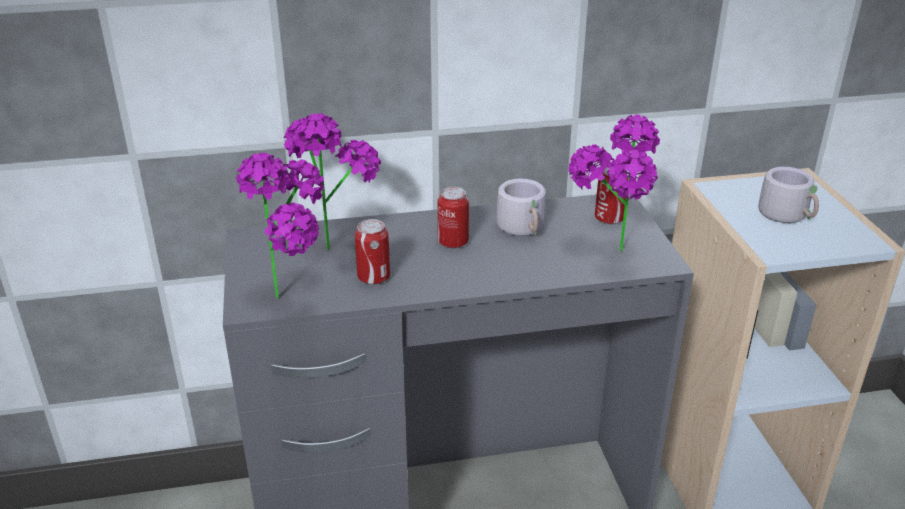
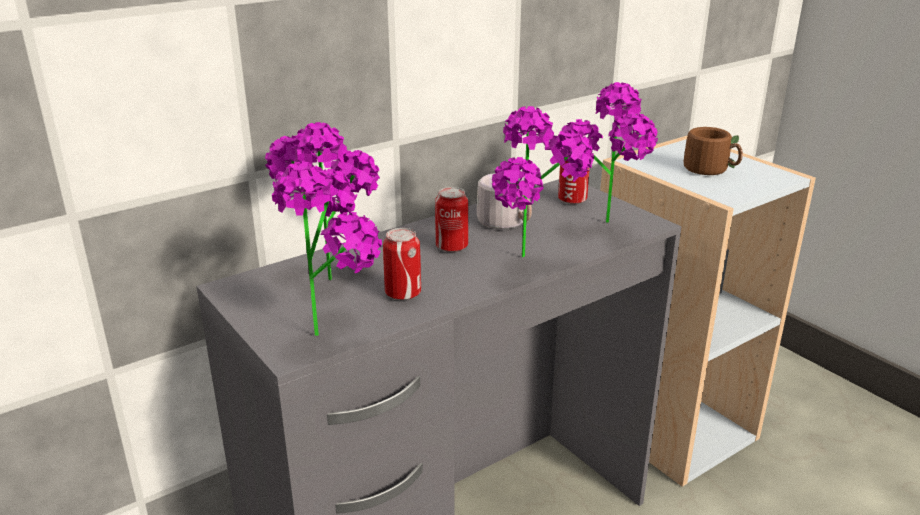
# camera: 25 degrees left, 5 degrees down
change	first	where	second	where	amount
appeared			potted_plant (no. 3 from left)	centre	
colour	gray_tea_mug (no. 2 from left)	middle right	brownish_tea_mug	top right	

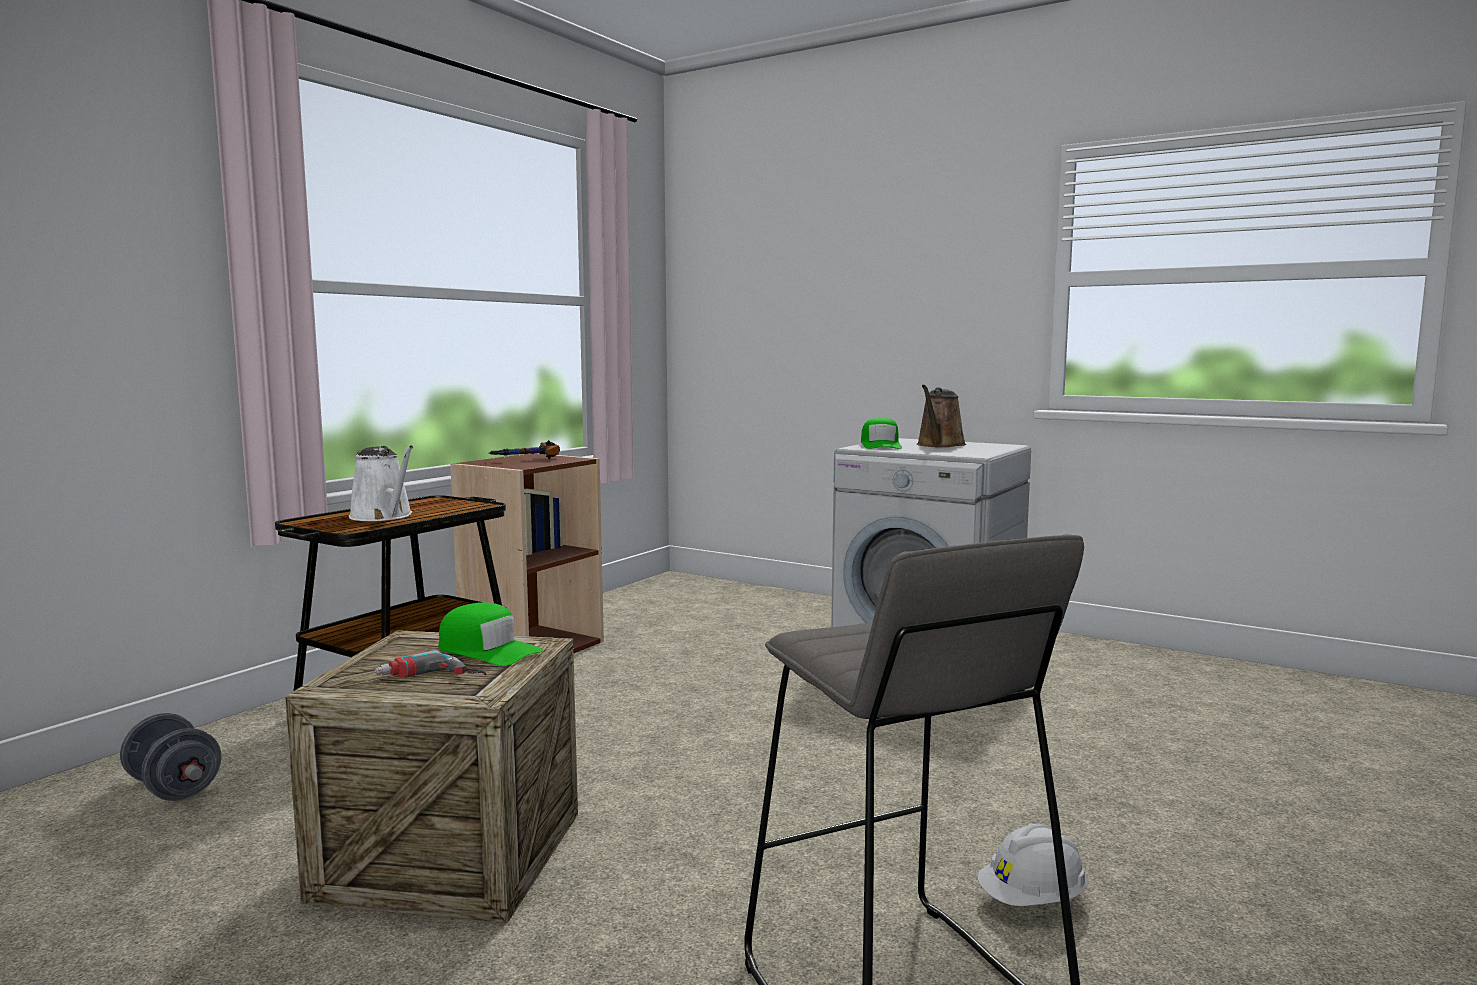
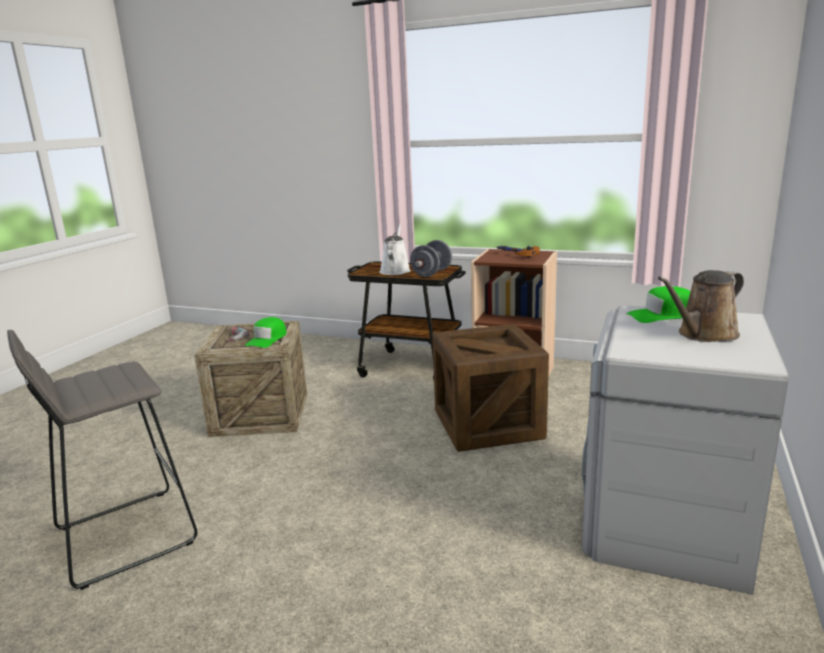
# camera: 80 degrees right, 10 degrees up
change	first	where	second	where	amount
missing	white_safety_helmet	bottom right			
appeared			shipping_crate (no. 2 from left)	centre	
relocated	gray_dumbbell	bottom left		centre	
spun	white_watering_can	middle left		centre	150 degrees clockwise
spun	brownish_watering_can	centre		middle right	45 degrees counterclockwise

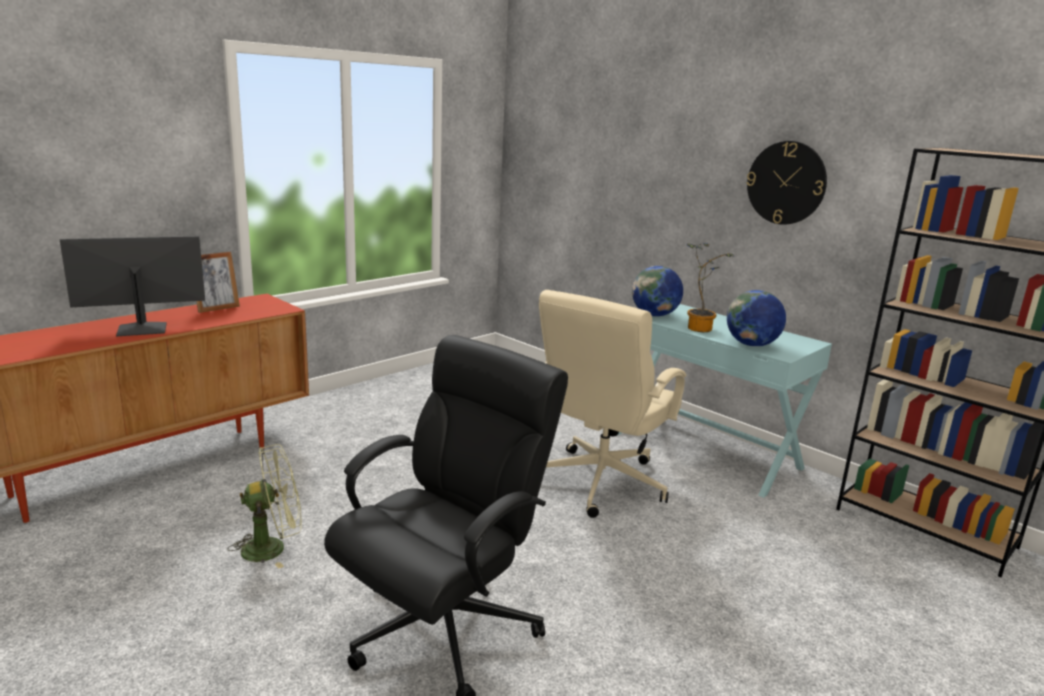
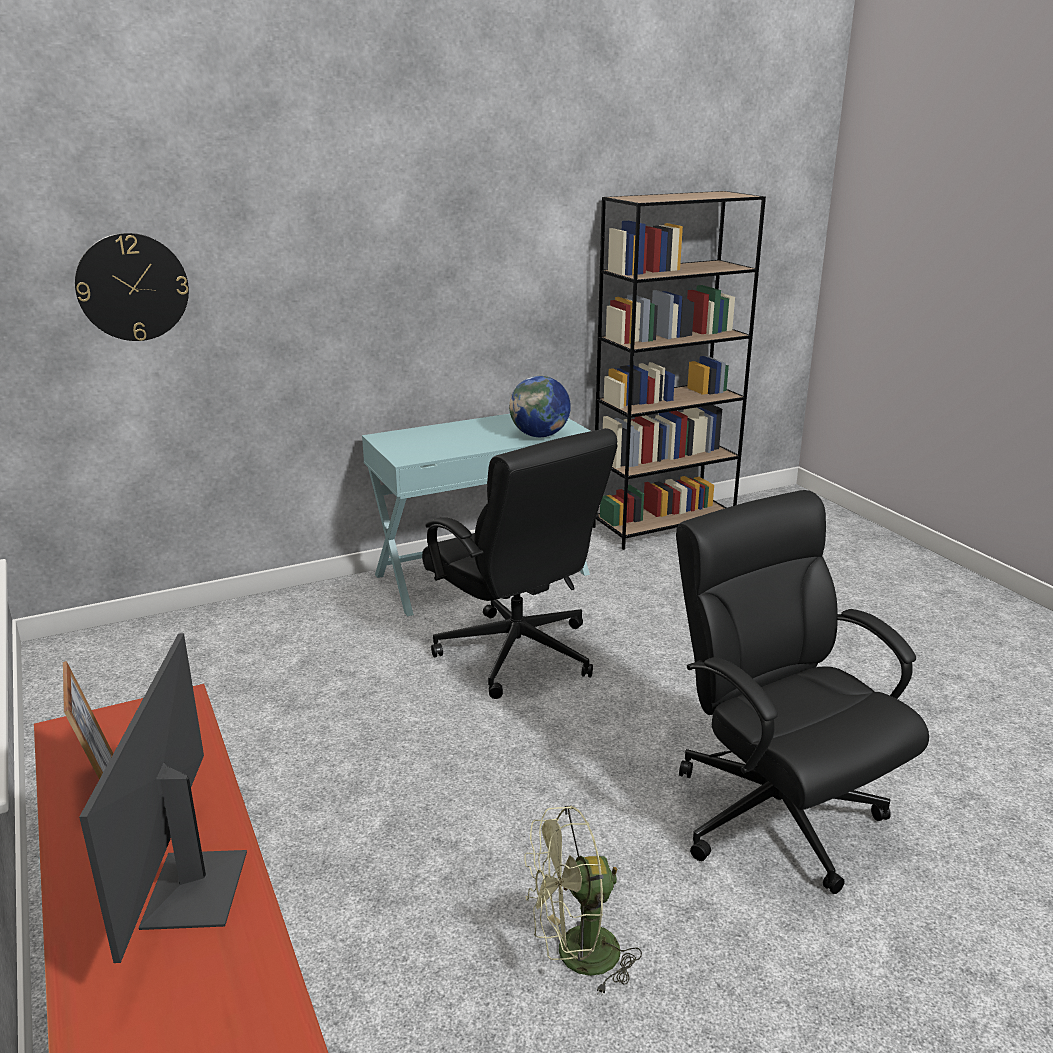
# camera: 70 degrees left, 5 degrees up
change	first	where	second	where	amount
missing	desk_globe (no. 1 from left)	centre			
missing	potted_plant	middle right			
relocated	wall_clock	top right		top left	
colour	sand-coloured_desk_chair	centre	blackish_desk_chair (no. 1 from left)	centre	
spun	green_fan	bottom left		bottom centre	105 degrees counterclockwise

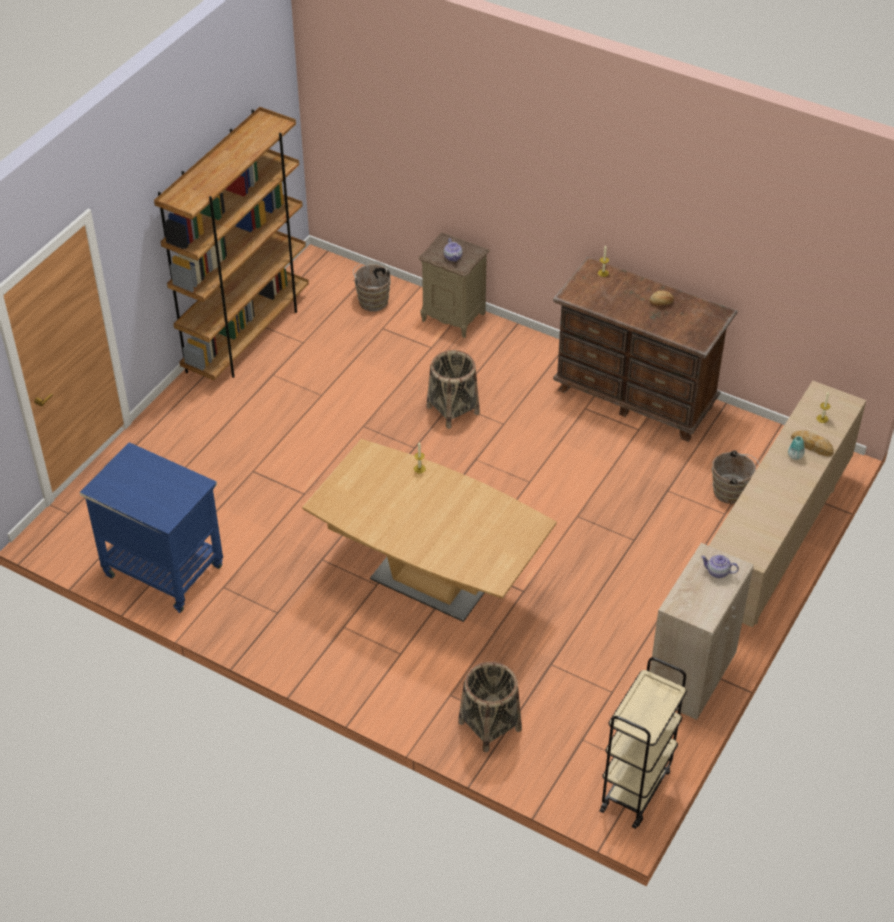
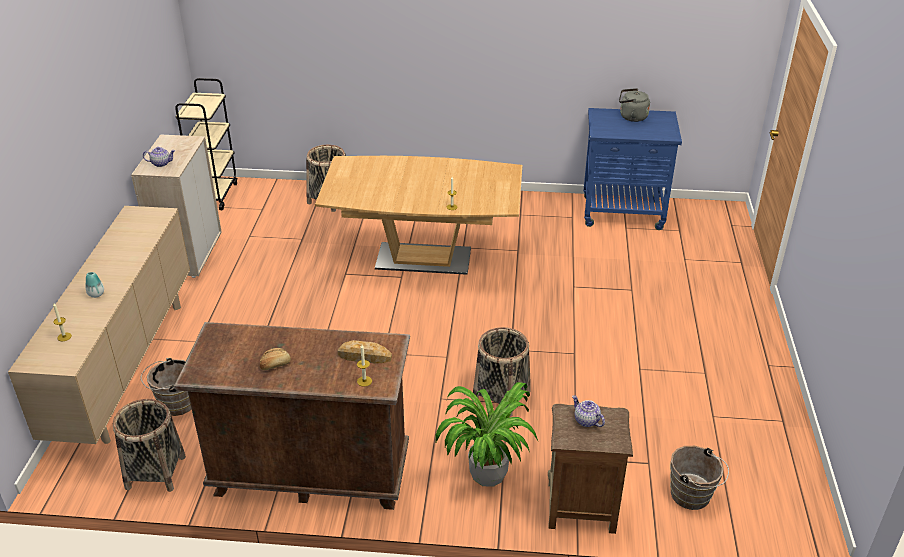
# camera: 155 degrees right, 10 degrees down
change	first	where	second	where	amount
missing	brownish_bookshelf	top left			
appeared			storage_basket (no. 1 from left)	bottom left	
appeared			potted_plant	bottom centre	
appeared			gray_tea_kettle	top right	
relocated	bread (no. 2 from left)	middle right		centre	

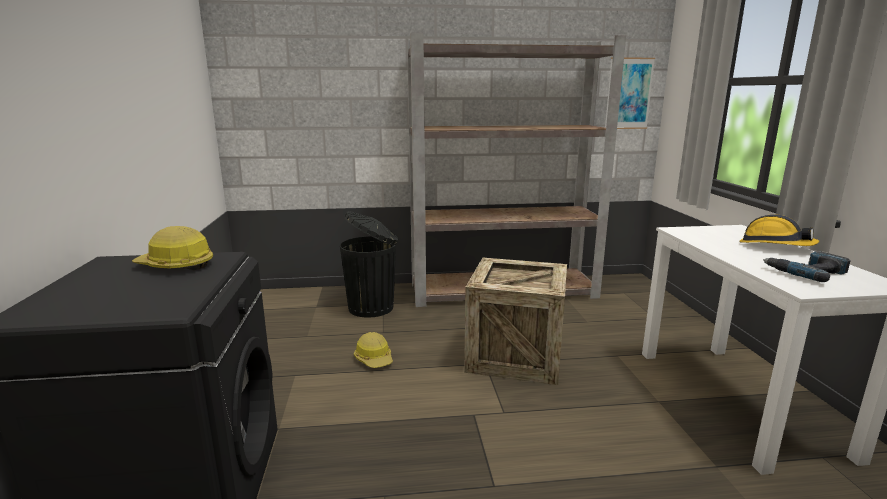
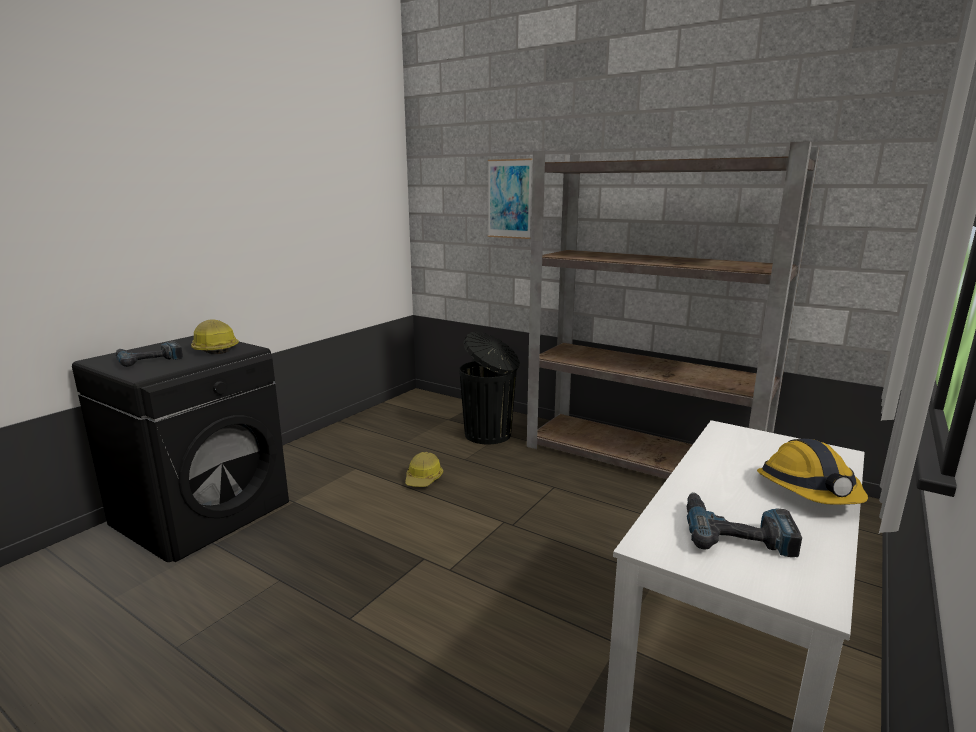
# camera: 40 degrees right, 0 degrees up
change	first	where	second	where	amount
missing	shipping_crate	centre			
appeared			power_drill (no. 1 from left)	middle left	
relocated	wall_art	top right		top centre	

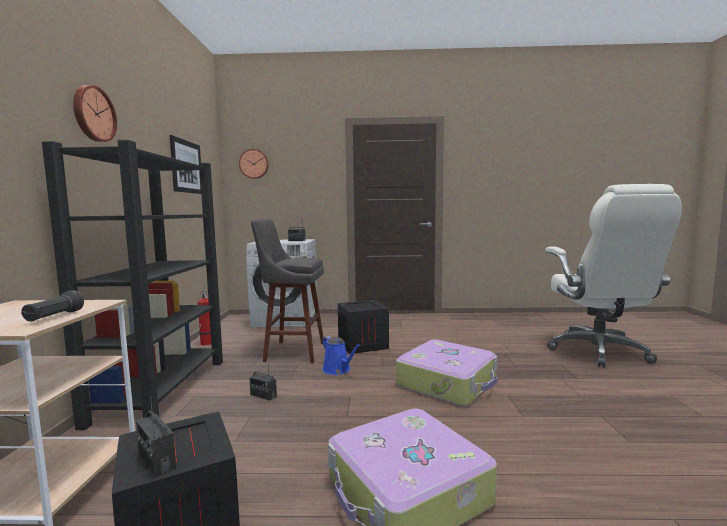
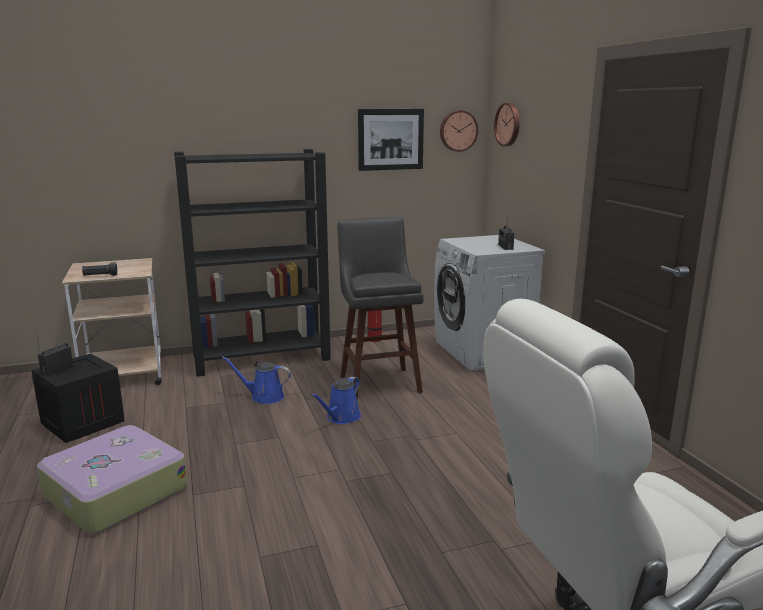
# camera: 70 degrees right, 10 degrees up
change	first	where	second	where	amount
missing	shipping_crate (no. 2 from left)	centre			
missing	travel_case (no. 2 from left)	bottom centre			
relocated	wall_clock (no. 1 from left)	top left		top centre	
exchanged	radio (no. 2 from left)	bottom centre	blue_watering_can (no. 1 from left)	centre	

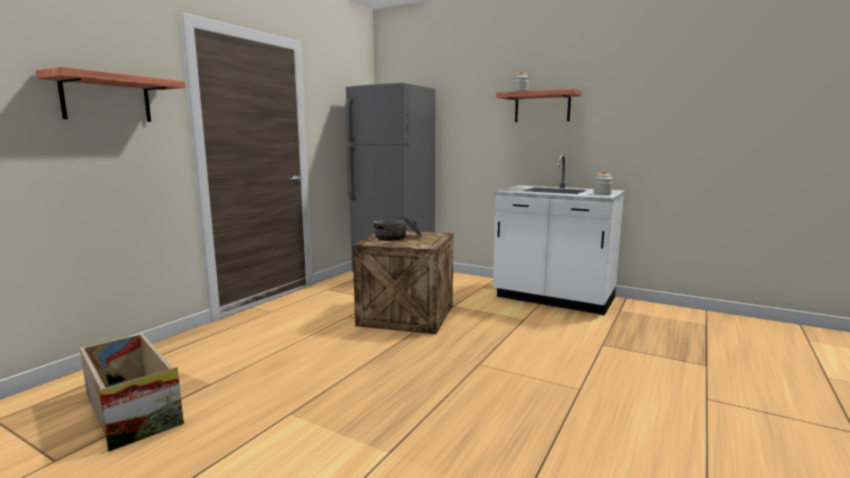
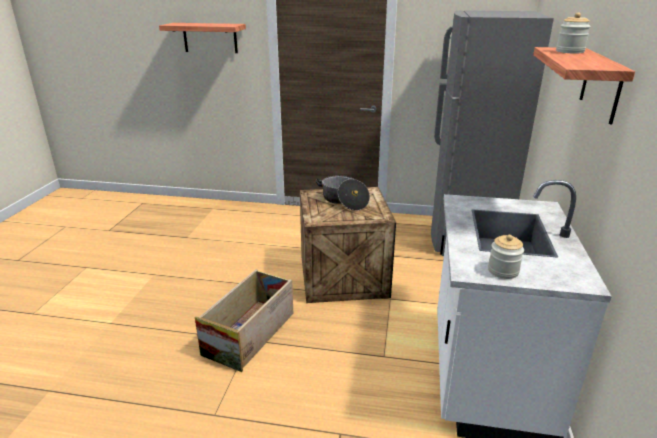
# camera: 70 degrees right, 15 degrees up
change	first	where	second	where	amount
relocated	shipping_crate (no. 1 from left)	bottom left		bottom centre	

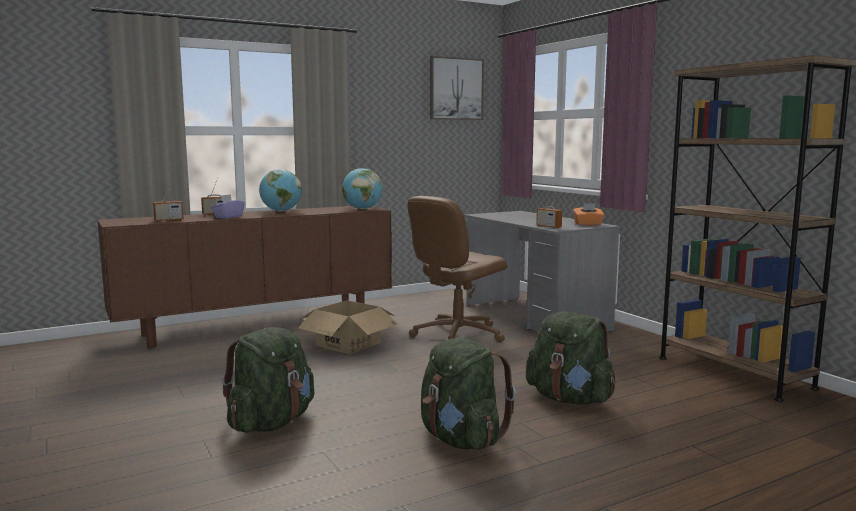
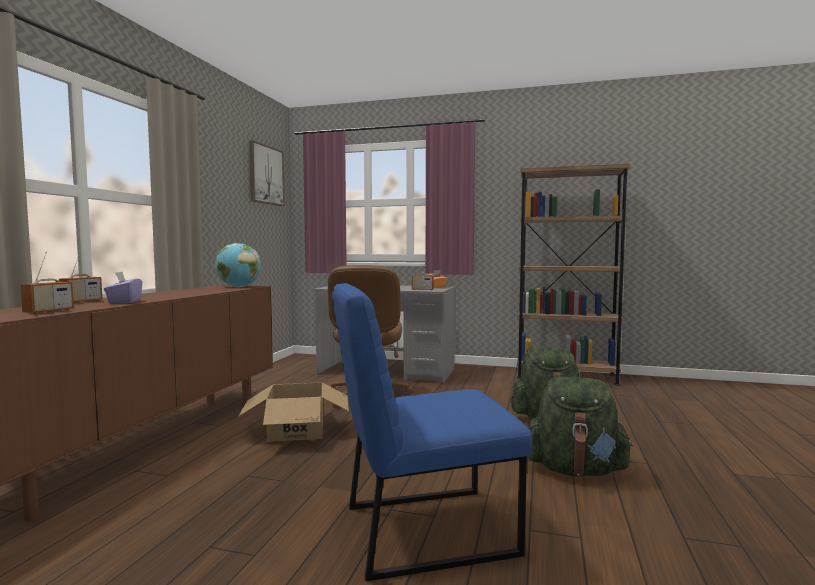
# camera: 45 degrees left, 5 degrees down
change	first	where	second	where	amount
missing	desk_globe (no. 1 from left)	middle left			
exchanged	green_backpack (no. 1 from left)	bottom left	blue_upright_chair	bottom centre	

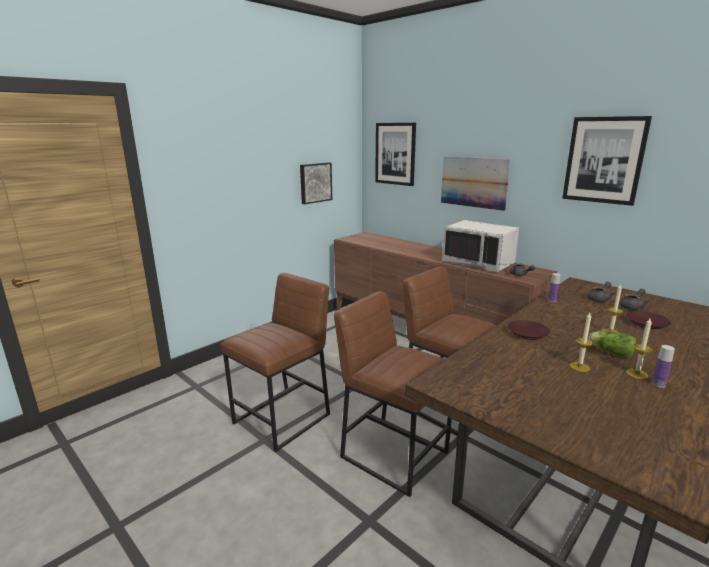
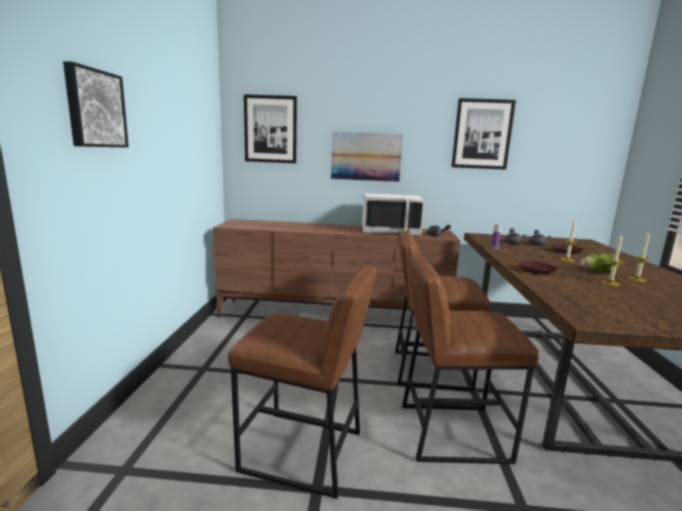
# camera: 40 degrees left, 5 degrees down
change	first	where	second	where	amount
missing	drink_bottle (no. 2 from left)	middle right			
relocated	wall_art (no. 1 from left)	top centre		top left	
spun	brownish_upright_chair (no. 1 from left)	centre		bottom centre	105 degrees clockwise

